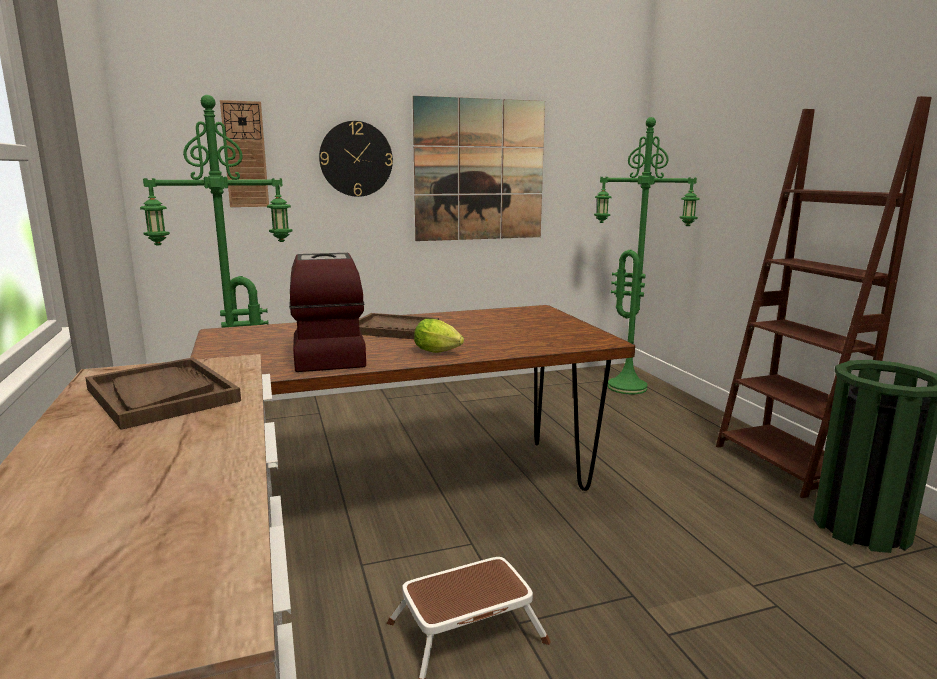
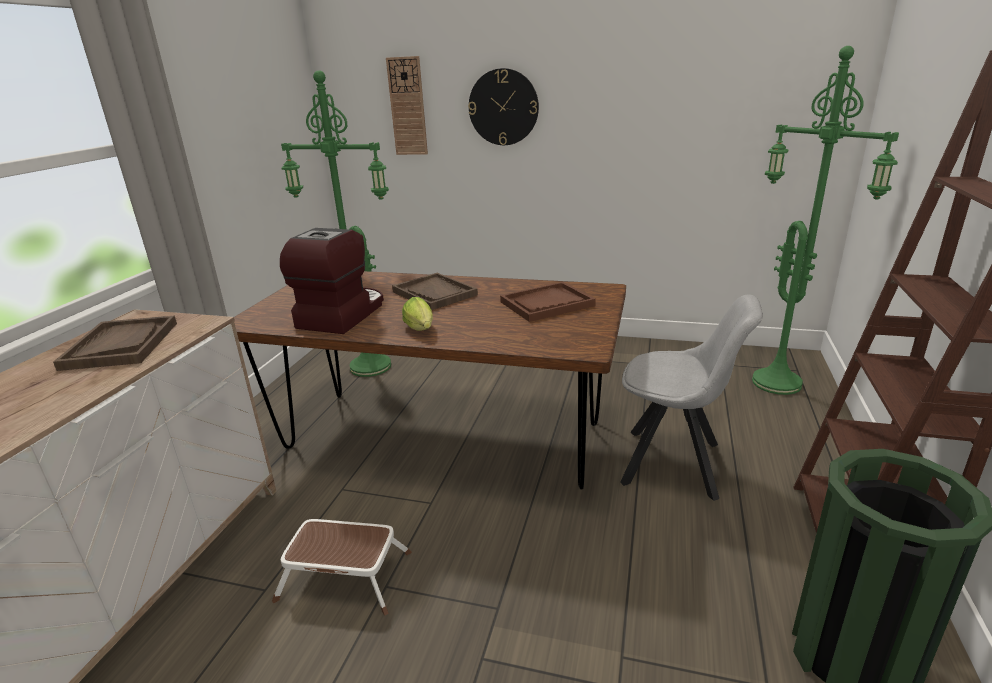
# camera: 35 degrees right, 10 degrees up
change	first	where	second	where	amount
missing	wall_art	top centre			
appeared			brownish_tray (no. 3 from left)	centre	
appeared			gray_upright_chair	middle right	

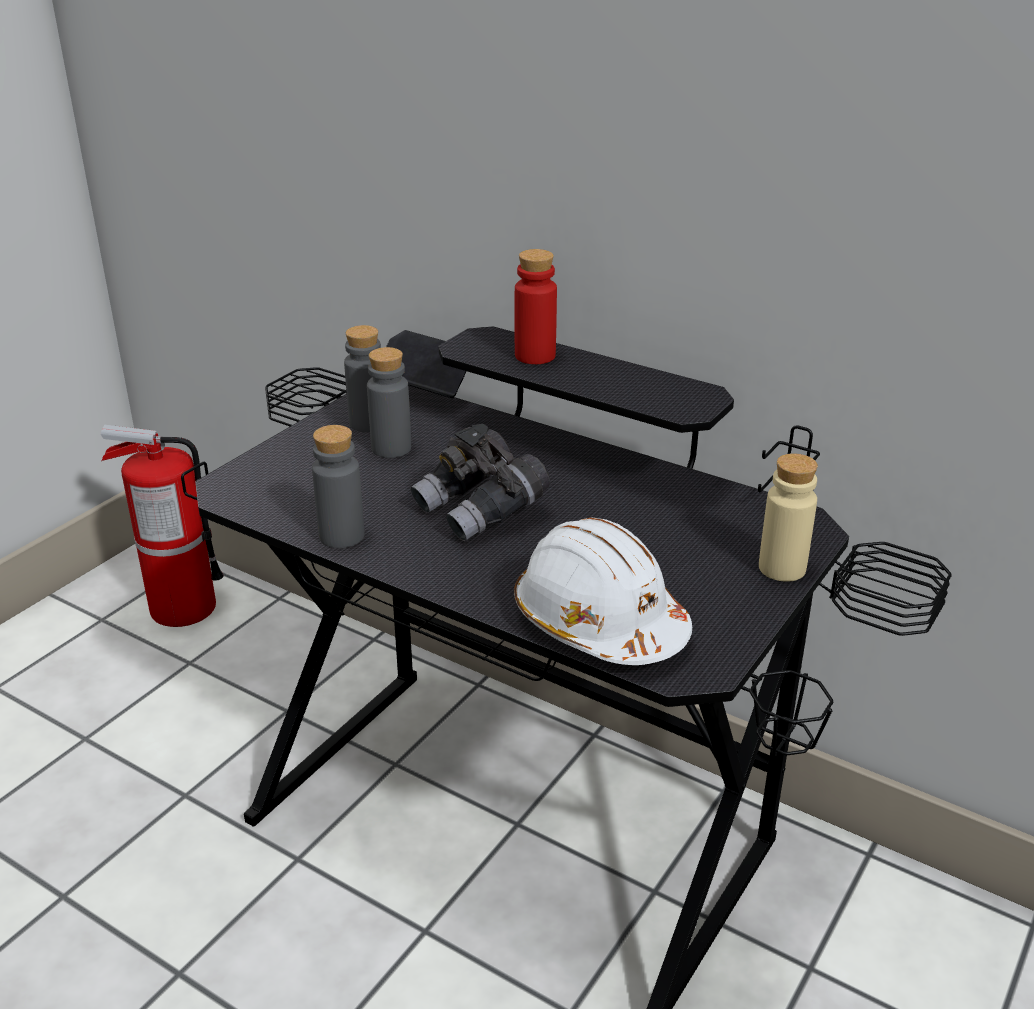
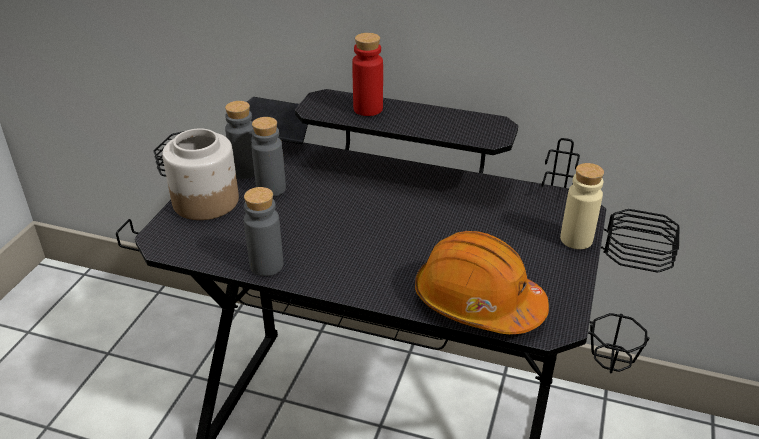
# camera: 15 degrees left, 5 degrees up
change	first	where	second	where	amount
missing	fire-fighting_cylinder	middle left			
missing	gray_field_glasses	centre			
appeared			preserve_jar	middle left	
colour	white_safety_helmet	centre	orange_safety_helmet	centre	

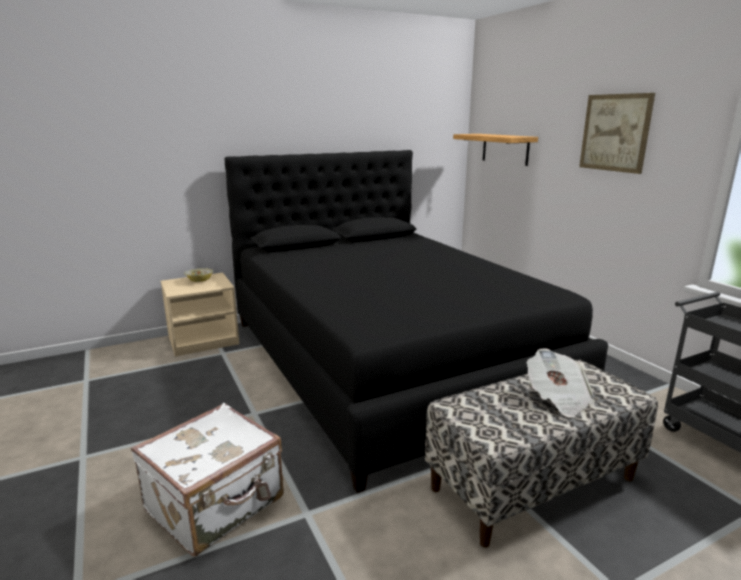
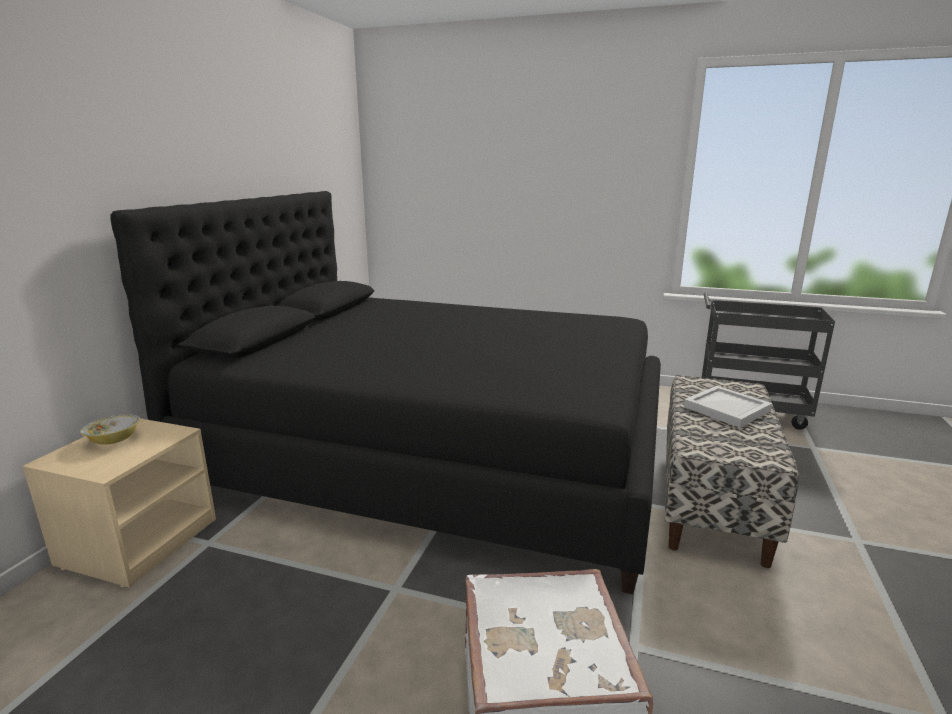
# camera: 45 degrees left, 0 degrees up
change	first	where	second	where	amount
missing	wall_shelf	top right			
missing	wall_art	top right			
exchanged	printed_paper	middle right	white_tray	middle right	

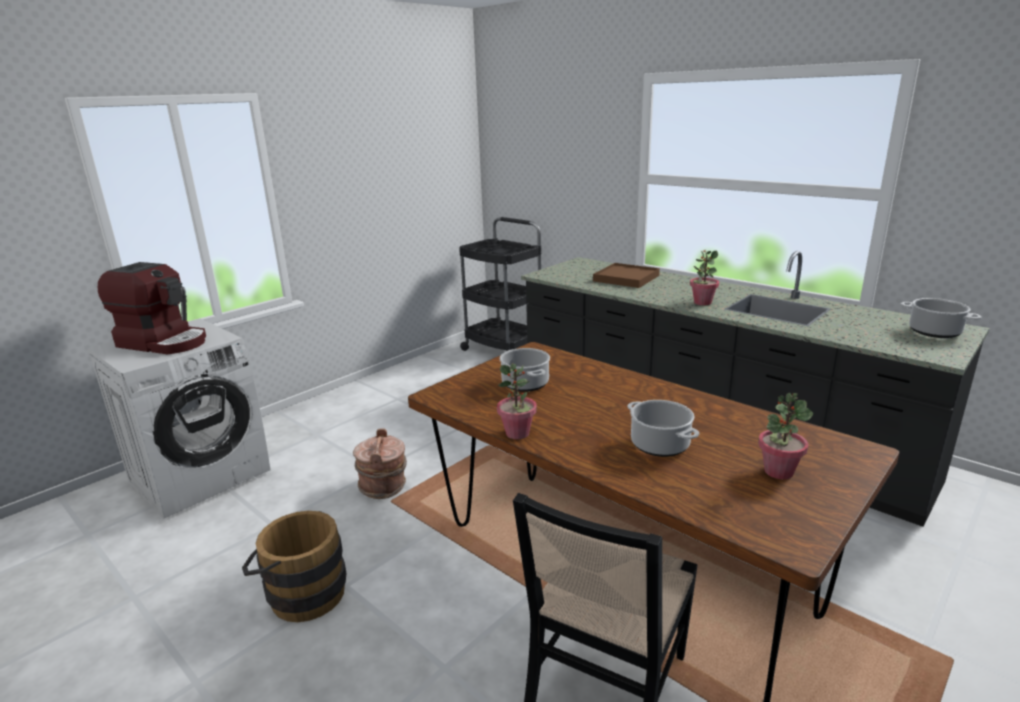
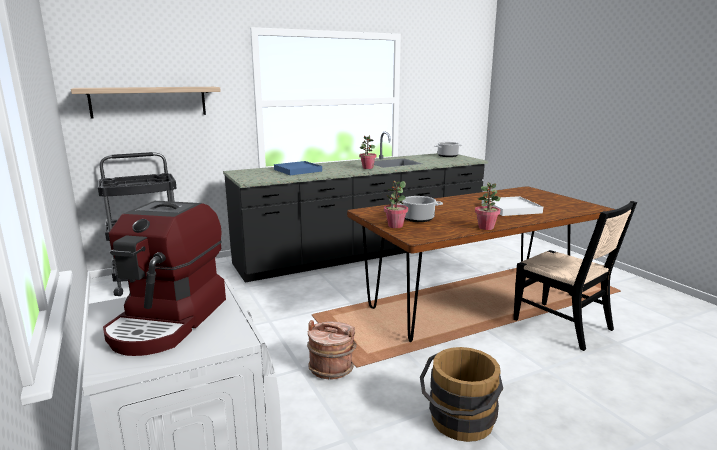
# camera: 70 degrees left, 5 degrees down
change	first	where	second	where	amount
appeared			wall_shelf	top left	
relocated	potted_plant (no. 3 from left in the first image)	middle right	potted_plant (no. 2 from left)	centre	
exchanged	stockpot (no. 2 from left)	centre	white_tray	middle right	
colour	brownish_tray	centre	blue_tray	centre	
spun	coffee_maker	middle left		middle left	150 degrees clockwise

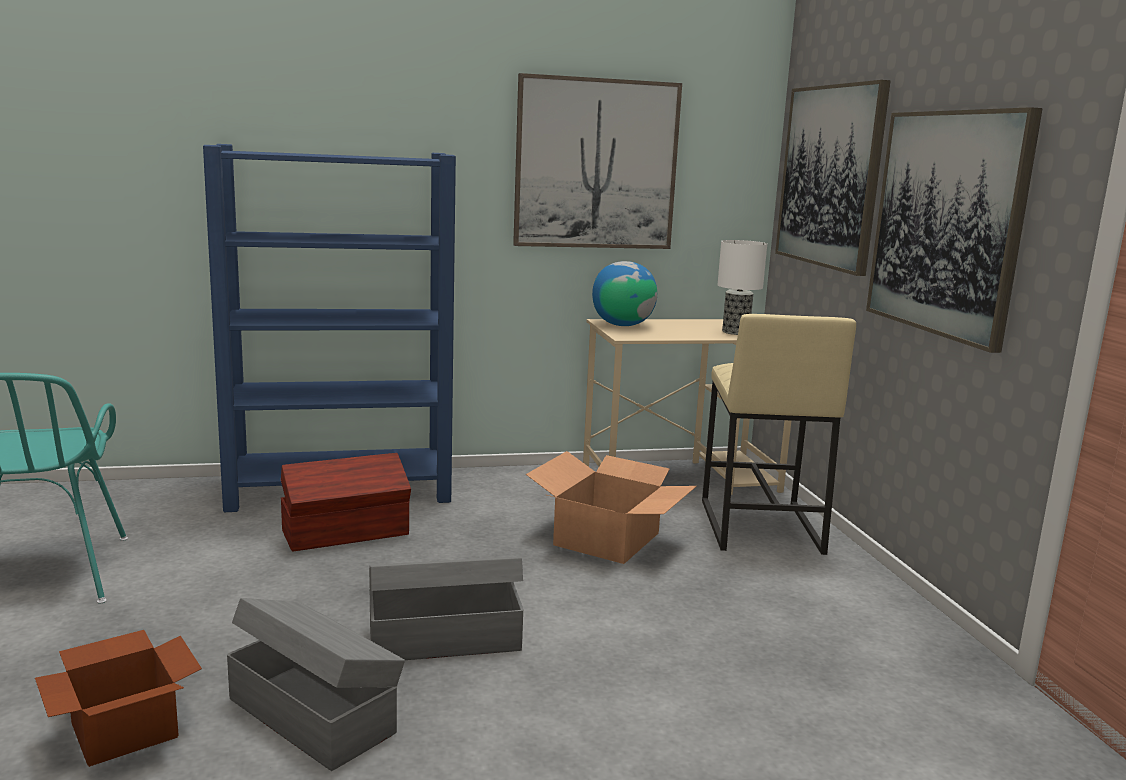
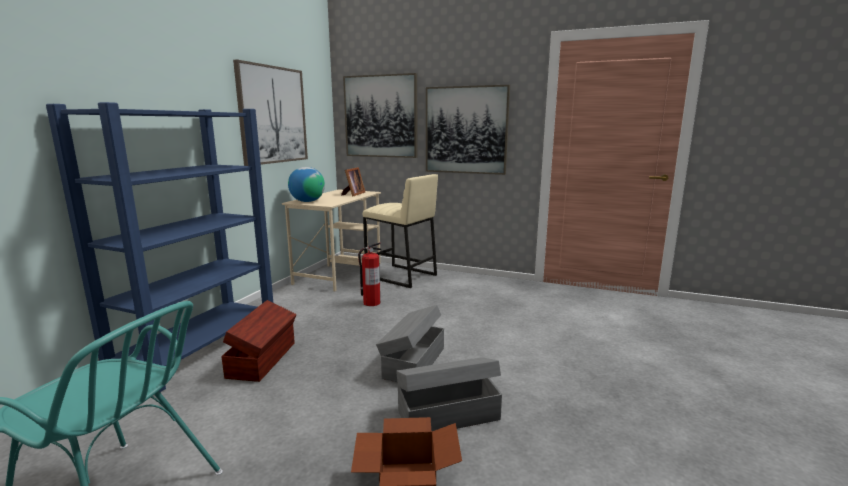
# camera: 55 degrees left, 0 degrees up
change	first	where	second	where	amount
exchanged	packing_box (no. 2 from left)	centre	fire-fighting_cylinder	centre	
exchanged	tabletop_lamp	centre	standing_frame	centre	

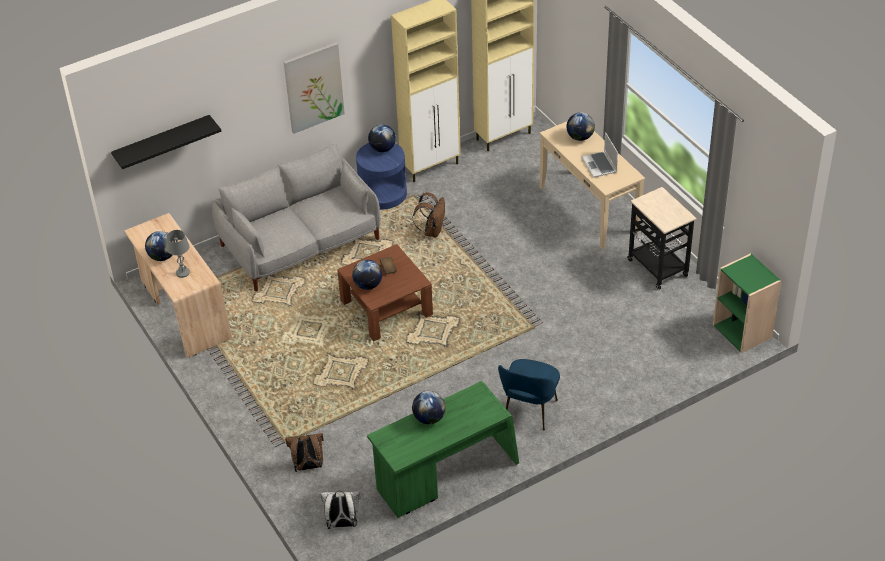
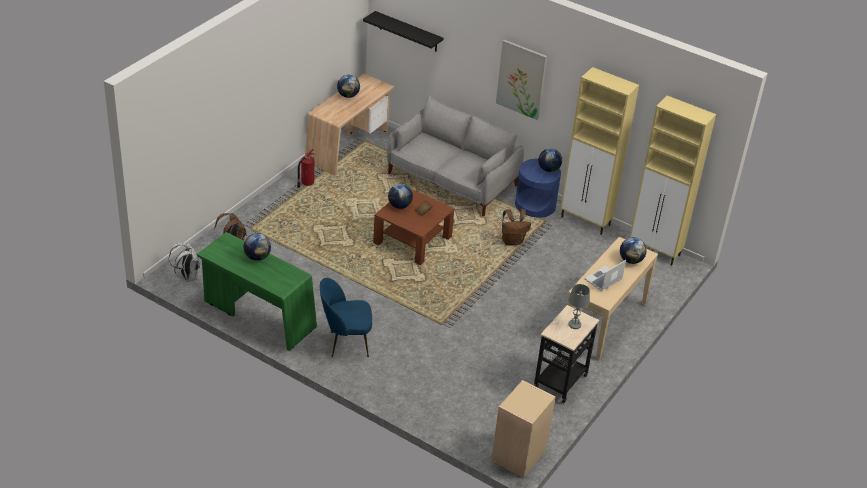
# camera: 60 degrees right, 5 degrees down
change	first	where	second	where	amount
appeared			fire-fighting_cylinder	centre	
relocated	gray_tabletop_lamp	middle left		middle right	
colour	green_bookshelf	middle right	sand-coloured_bookshelf	bottom centre	

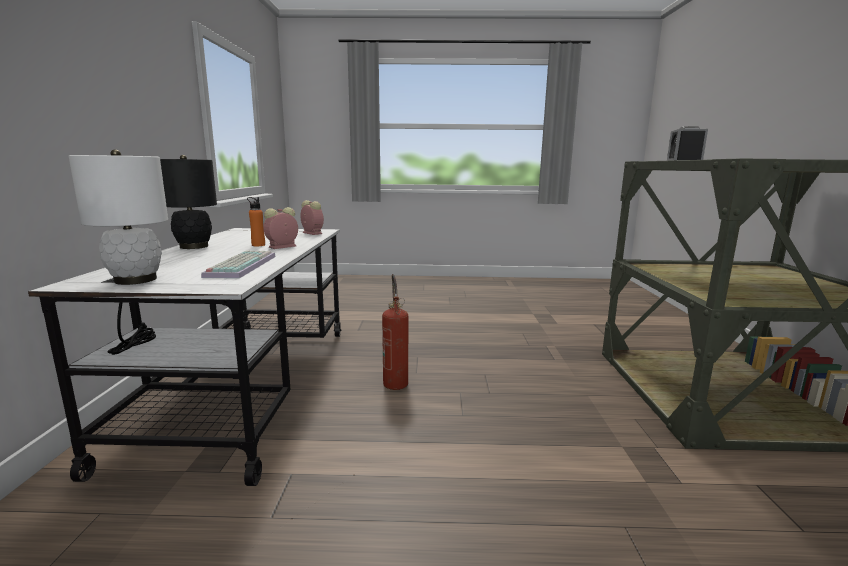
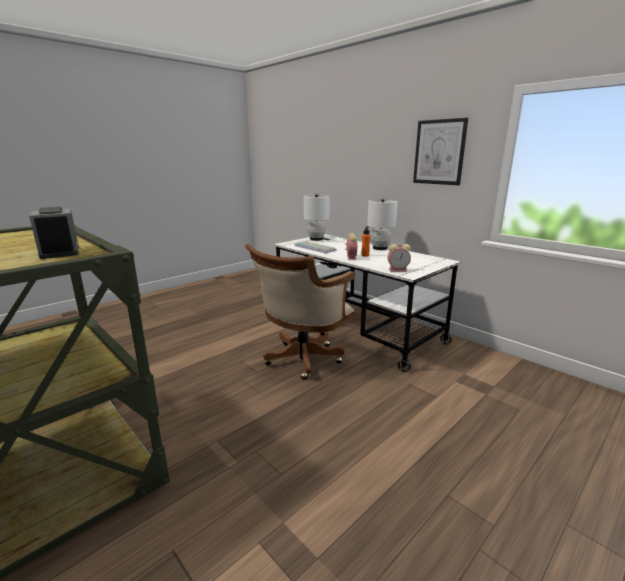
# camera: 135 degrees right, 5 degrees up
change	first	where	second	where	amount
appeared			wall_art	top right	
exchanged	fire-fighting_cylinder	centre	desk_chair	centre	
colour	blackish_tabletop_lamp	middle left	white_tabletop_lamp (no. 2 from left)	centre	

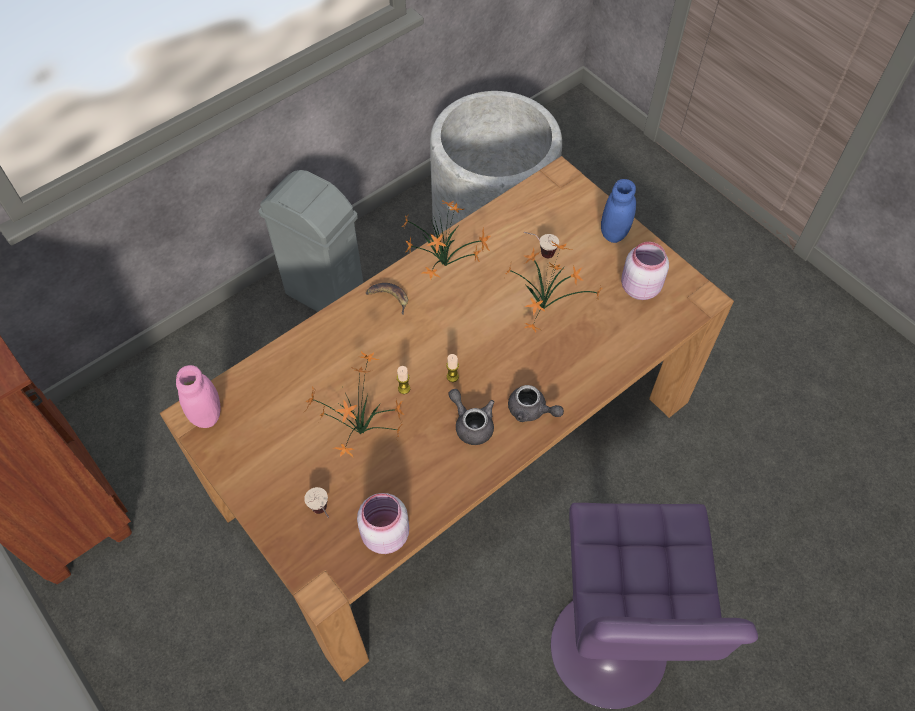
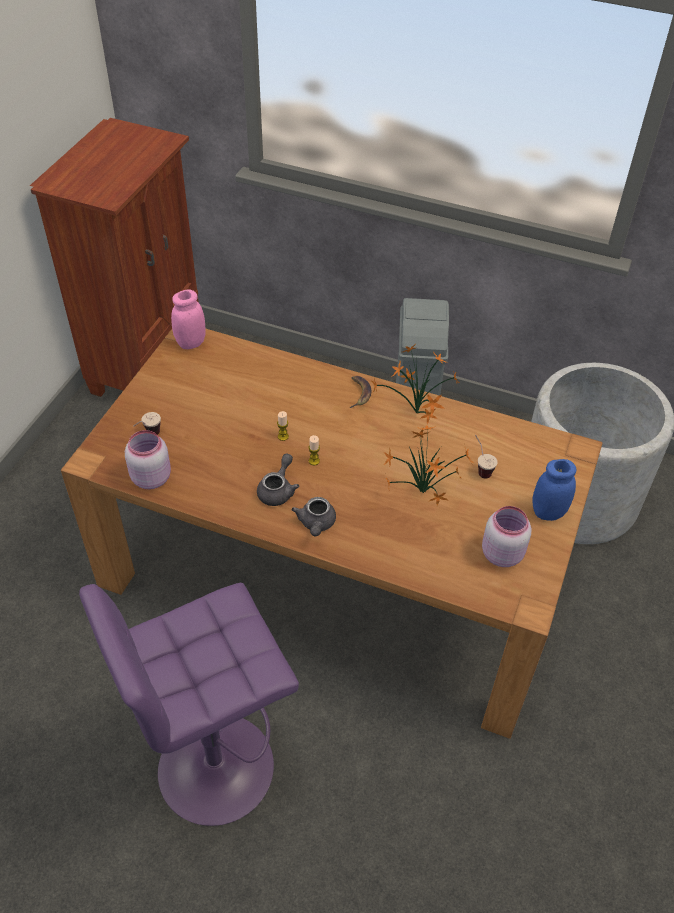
# camera: 60 degrees right, 10 degrees down
change	first	where	second	where	amount
missing	potted_plant (no. 1 from left)	centre			

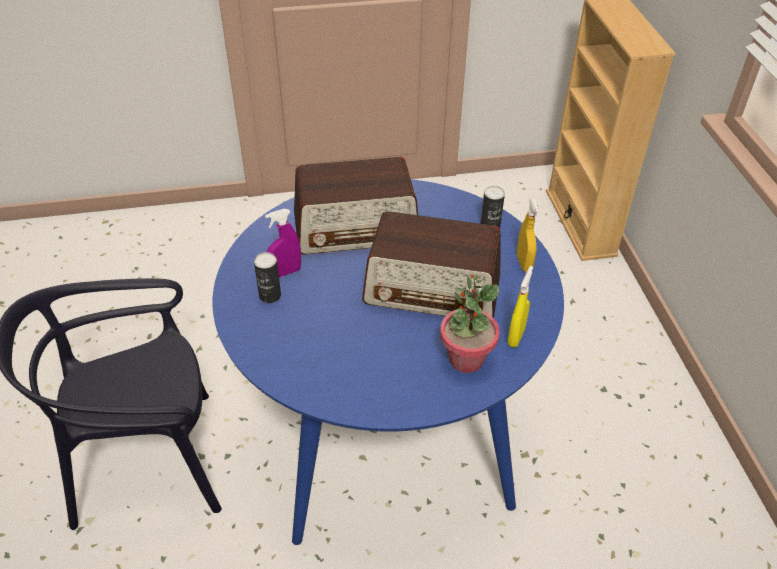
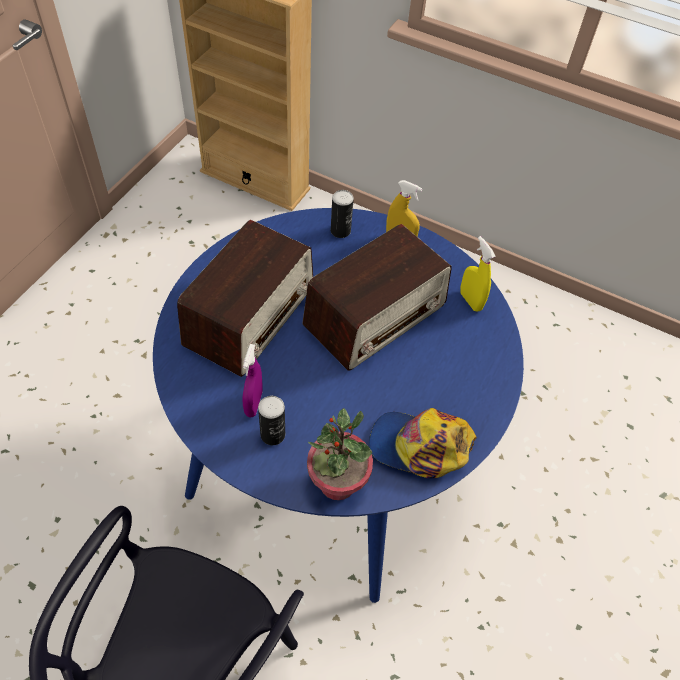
# camera: 55 degrees left, 10 degrees up
change	first	where	second	where	amount
appeared			peaked_cap	centre	
relocated	potted_plant	centre		bottom centre	

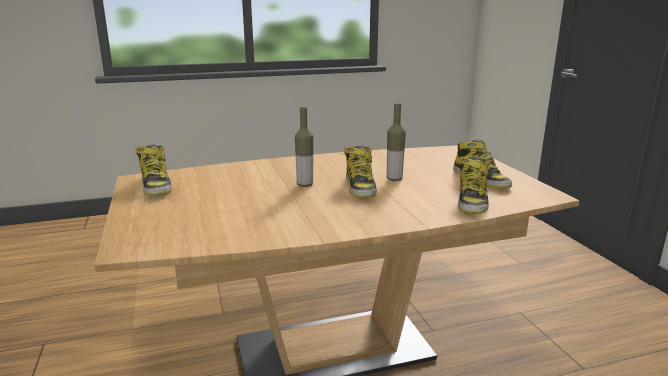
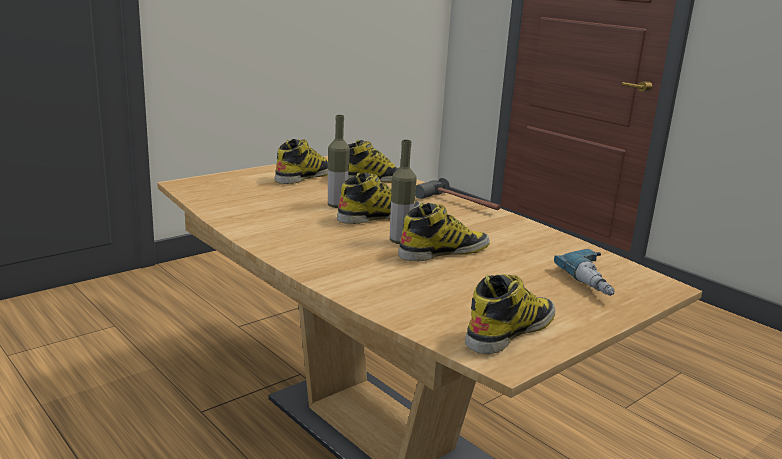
# camera: 115 degrees left, 0 degrees up
change	first	where	second	where	amount
appeared			boot (no. 4 from left)	centre	
appeared			hand_hammer	centre	
appeared			power_drill	middle right	

